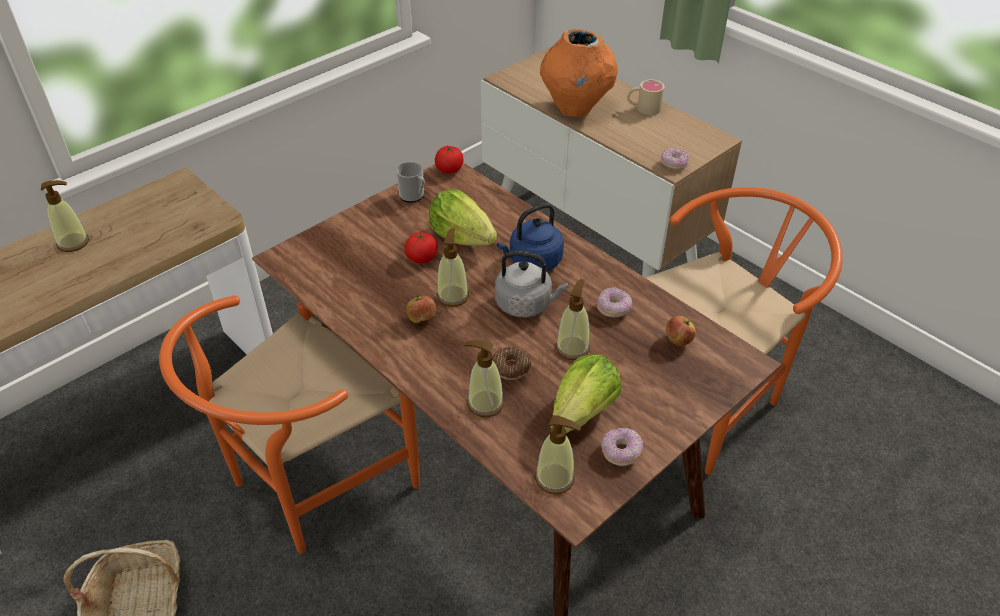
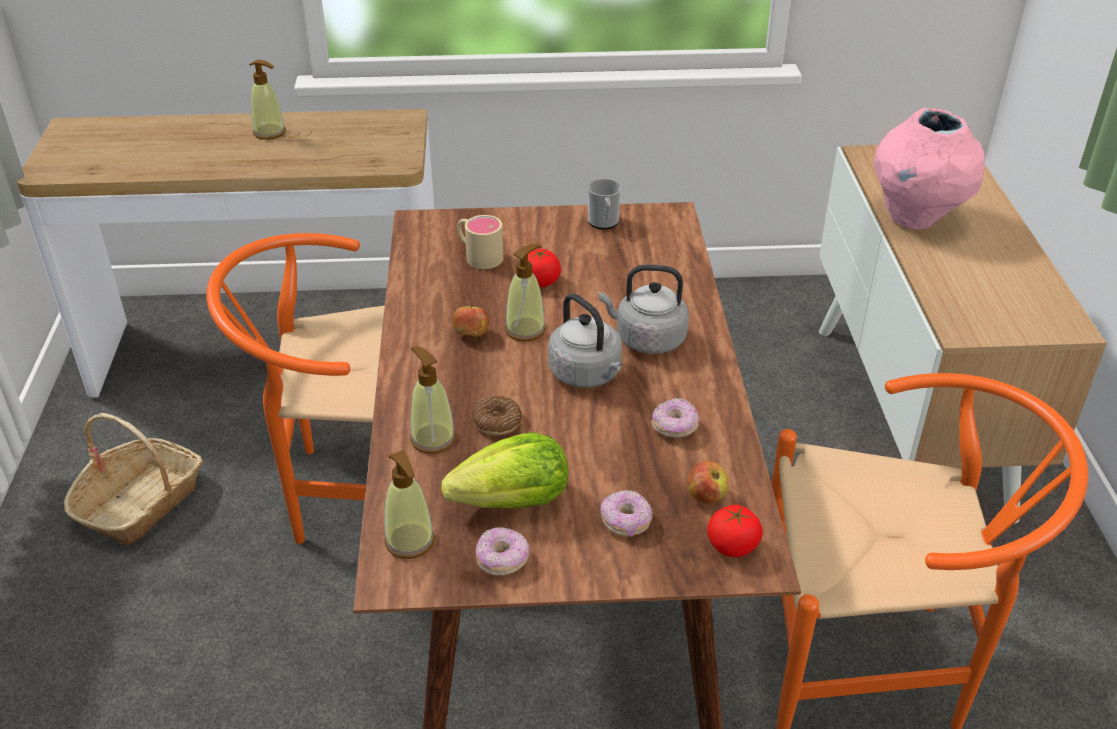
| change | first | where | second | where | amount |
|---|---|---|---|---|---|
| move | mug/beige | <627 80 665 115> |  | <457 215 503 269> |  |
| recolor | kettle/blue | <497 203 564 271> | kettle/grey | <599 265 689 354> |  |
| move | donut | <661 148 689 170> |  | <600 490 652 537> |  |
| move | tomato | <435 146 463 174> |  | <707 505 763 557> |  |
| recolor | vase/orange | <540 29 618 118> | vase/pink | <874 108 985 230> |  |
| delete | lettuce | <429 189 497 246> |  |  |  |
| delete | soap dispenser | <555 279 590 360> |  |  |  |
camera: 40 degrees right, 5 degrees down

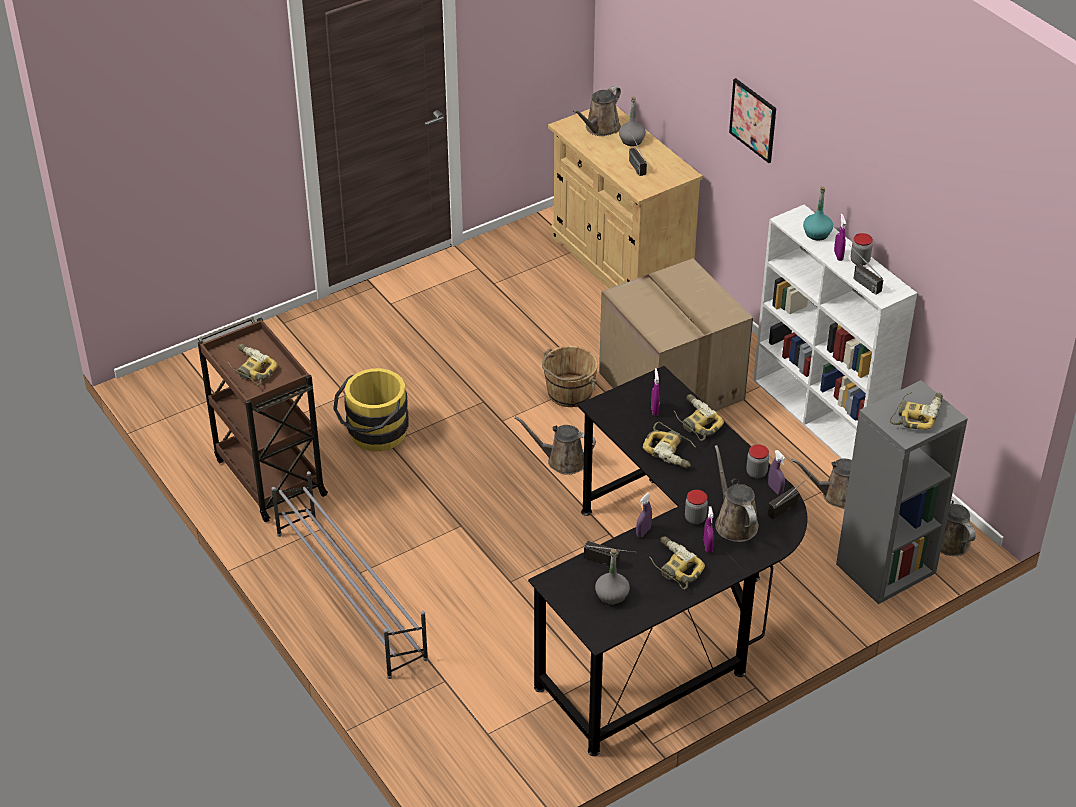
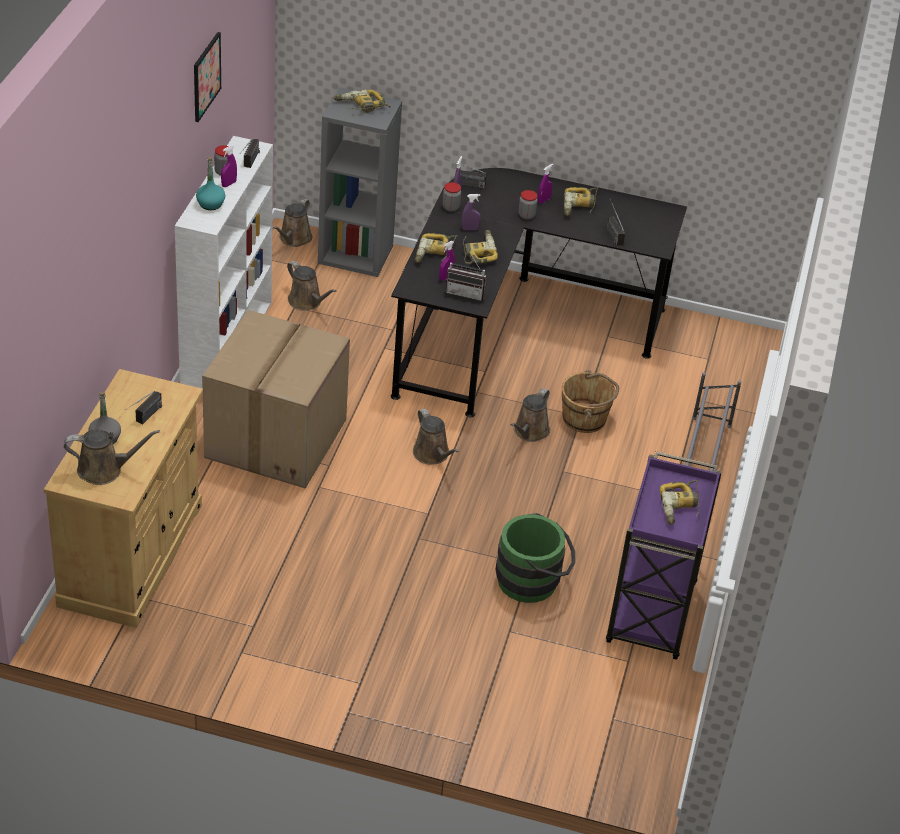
| change | first | where | second | where | amount |
|---|---|---|---|---|---|
| move | picture | <729 78 776 163> |  | <194 32 221 122> |  |
| insert |  |  | radio | <446 250 487 301> |  |
| move | spray bottle/purple | <636 493 652 538> |  | <461 194 481 230> |  |
| recolor | bucket/yellow | <333 368 409 451> | bucket/green | <495 513 575 603> |  |
| move | watering can/brown | <715 445 759 542> |  | <511 388 550 442> |  |
| move | bucket/brown | <542 346 598 407> |  | <562 370 619 433> |  |
| recolor | cart/brown | <198 316 328 522> | cart/purple | <606 451 722 660> |  |
| delete | bottle/grey | <595 549 630 605> |  |  |  |
camera: 135 degrees left, 0 degrees up

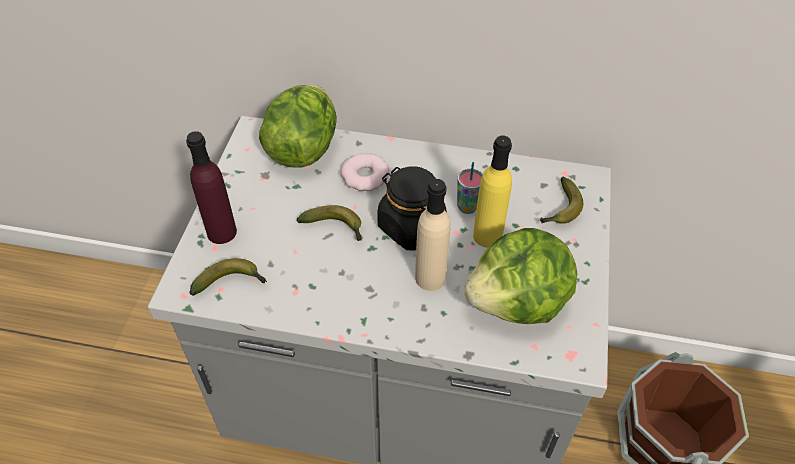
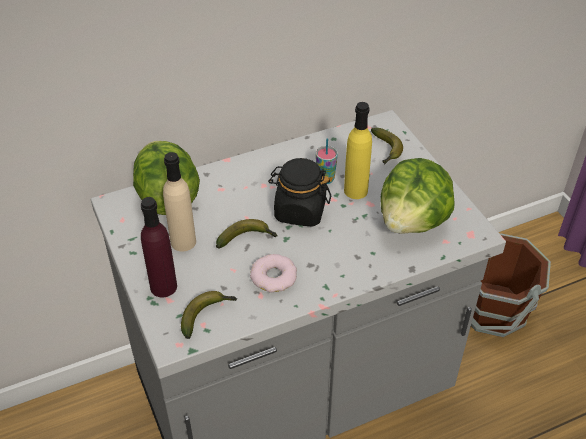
| change | first | where | second | where | amount |
|---|---|---|---|---|---|
| move | bottle/beige | <415 179 451 291> |  | <163 152 196 252> |  |
| move | donut | <341 153 389 191> |  | <250 254 297 293> |  |
camera: 35 degrees left, 5 degrees down

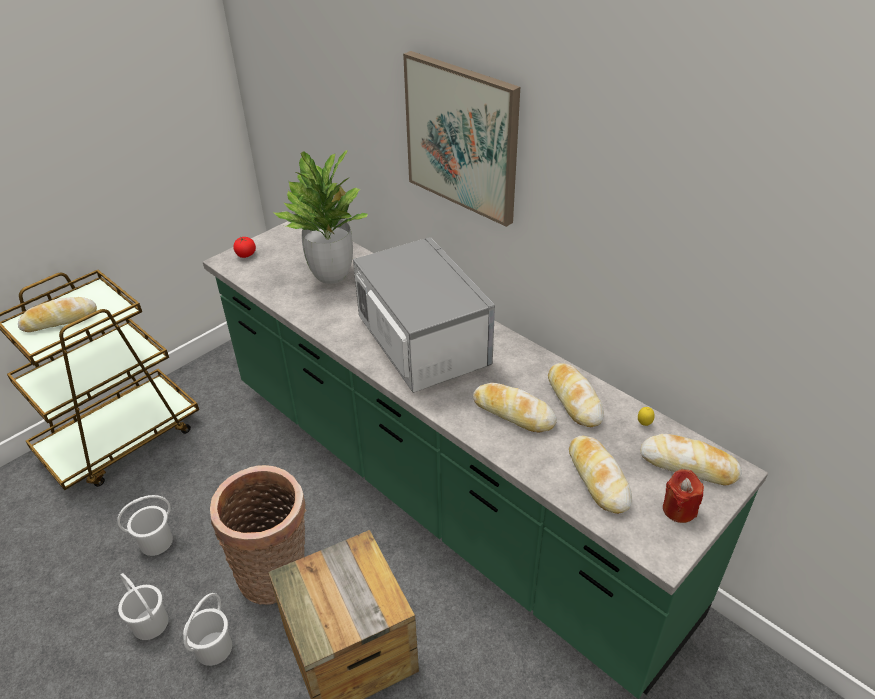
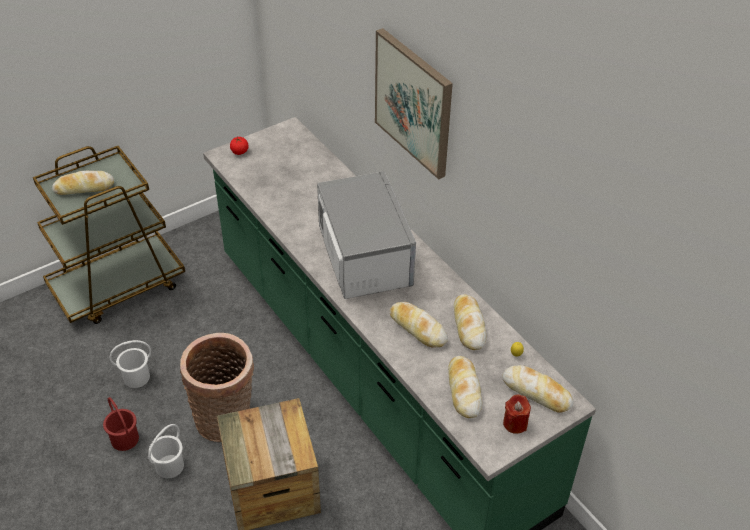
| change | first | where | second | where | amount |
|---|---|---|---|---|---|
| recolor | bucket/white | <118 573 169 640> | bucket/red | <103 397 139 451> |  |
| delete | potted plant | <273 150 368 284> |  |  |  |
camera: 10 degrees right, 5 degrees up

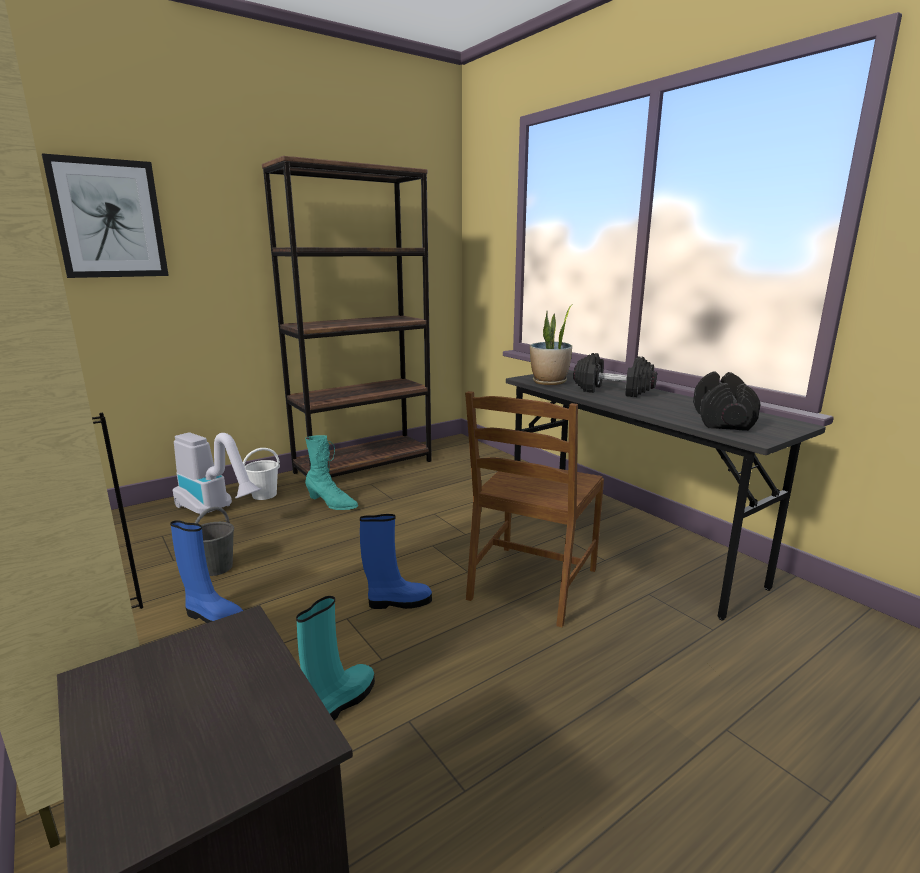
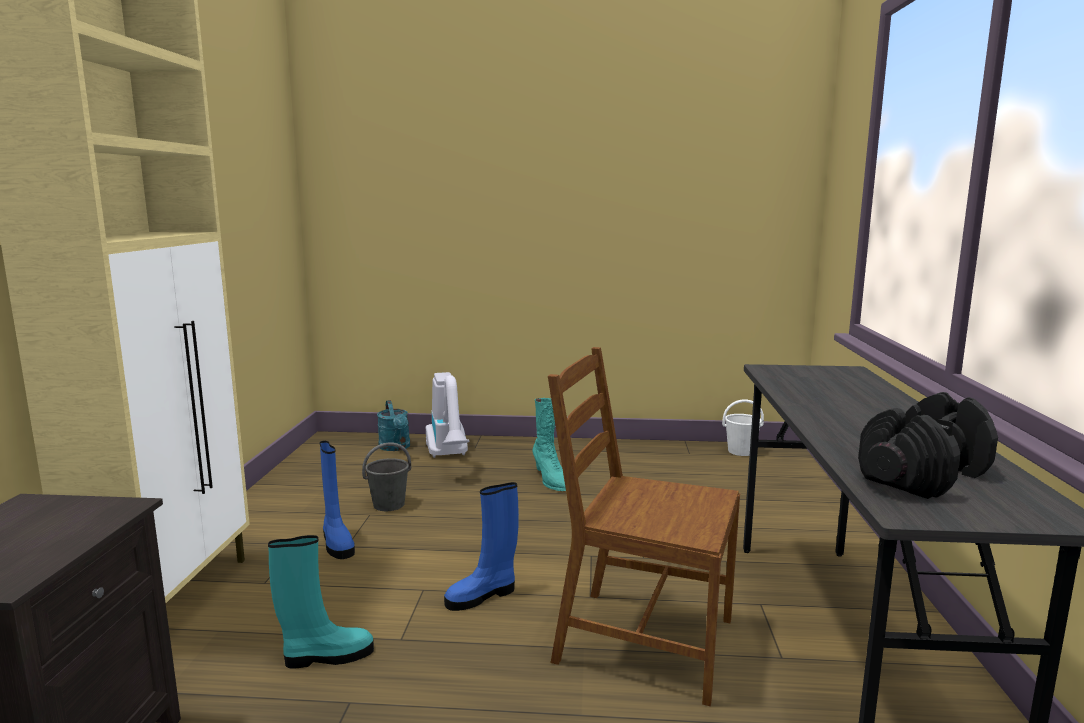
| change | first | where | second | where | amount |
|---|---|---|---|---|---|
| insert |  |  | watering can/turquoise | <377 400 410 451> |  |
| rotate | boot/blue | <360 514 432 609> |  | <444 482 519 611> | 120 degrees clockwise |
| rotate | chair/brown | <465 391 604 627> |  | <548 347 740 706> | 45 degrees clockwise |
| move | bucket/white | <243 448 280 500> |  | <722 399 764 456> |  |
| delete | picture | <42 153 169 278> |  |  |  |
| delete | bookcase/brown | <262 156 432 477> |  |  |  |
| delete | potted plant | <530 304 573 385> |  |  |  |
| delete | dumbbell/black | <573 353 657 397> |  |  |  |
camera: 40 degrees right, 5 degrees down

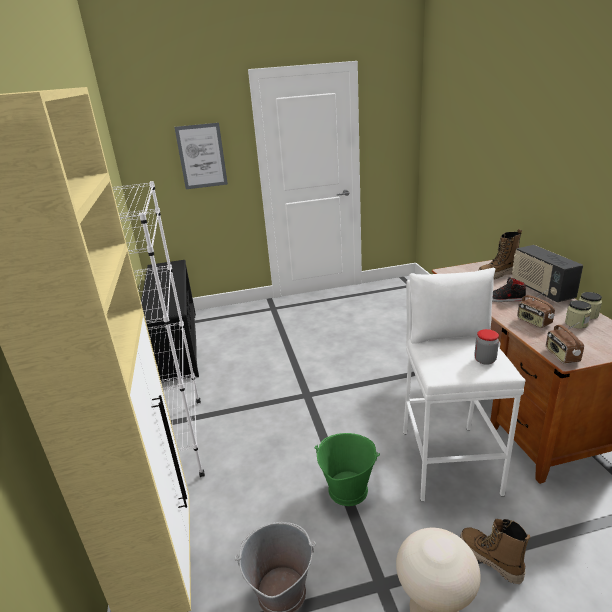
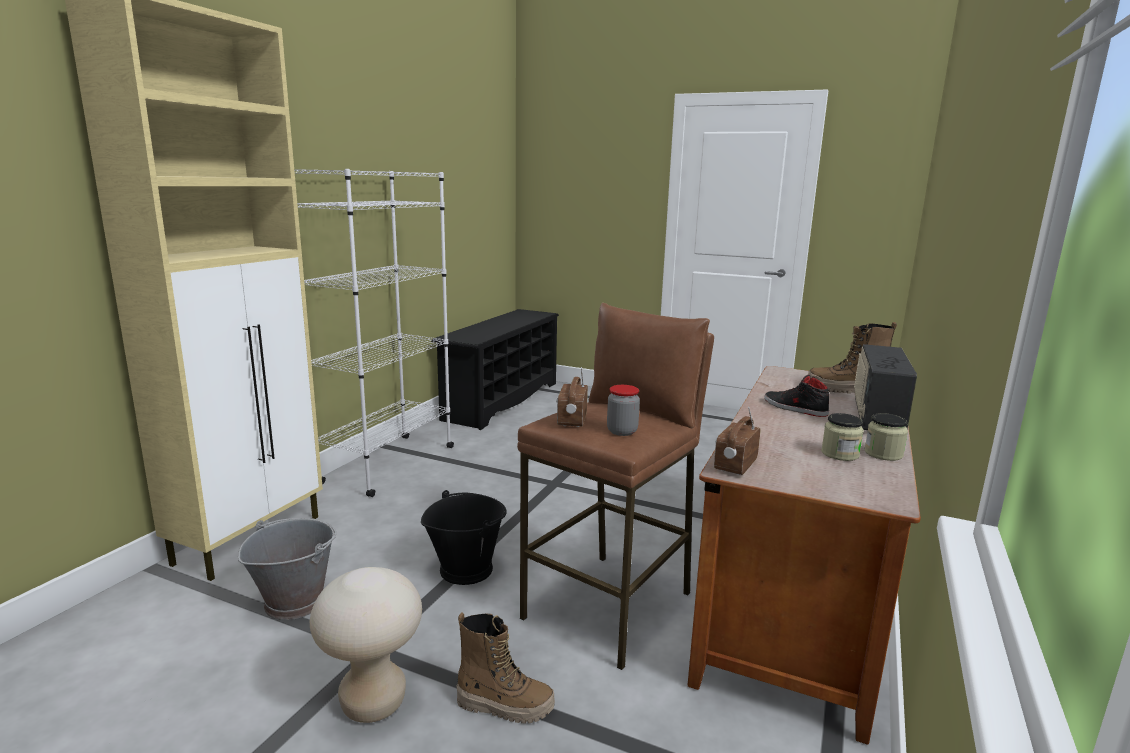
| change | first | where | second | where | amount |
|---|---|---|---|---|---|
| recolor | bucket/green | <315 433 380 506> | bucket/black | <421 490 507 585> |  |
| rotate | boot | <460 519 530 584> |  | <457 612 555 723> | 105 degrees clockwise |
| recolor | stool/white | <403 268 526 502> | stool/brown | <517 303 714 670> |  |
| move | radio | <517 290 555 328> |  | <556 367 588 427> |  |
| delete | picture | <175 123 228 189> |  |  |  |
camera: 35 degrees right, 10 degrees down

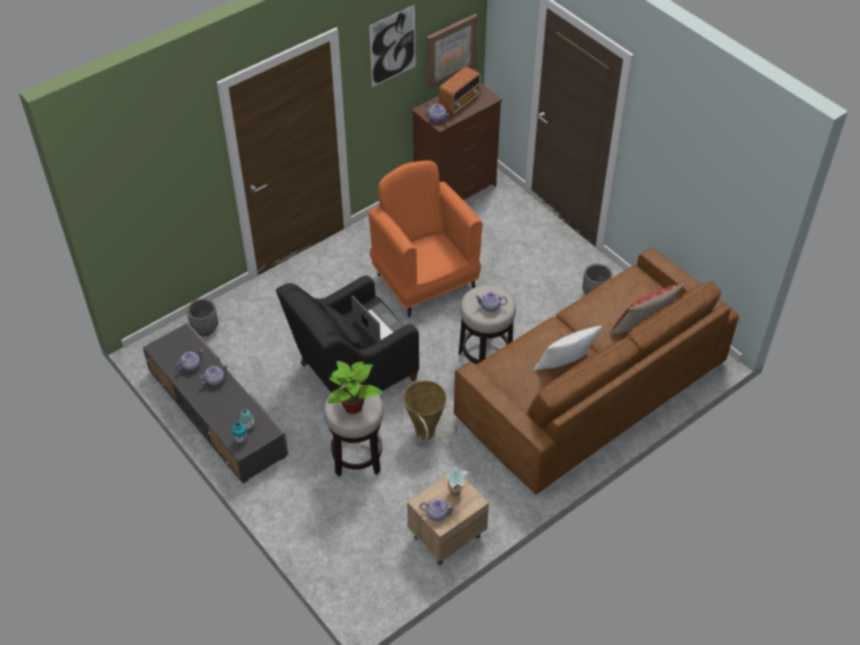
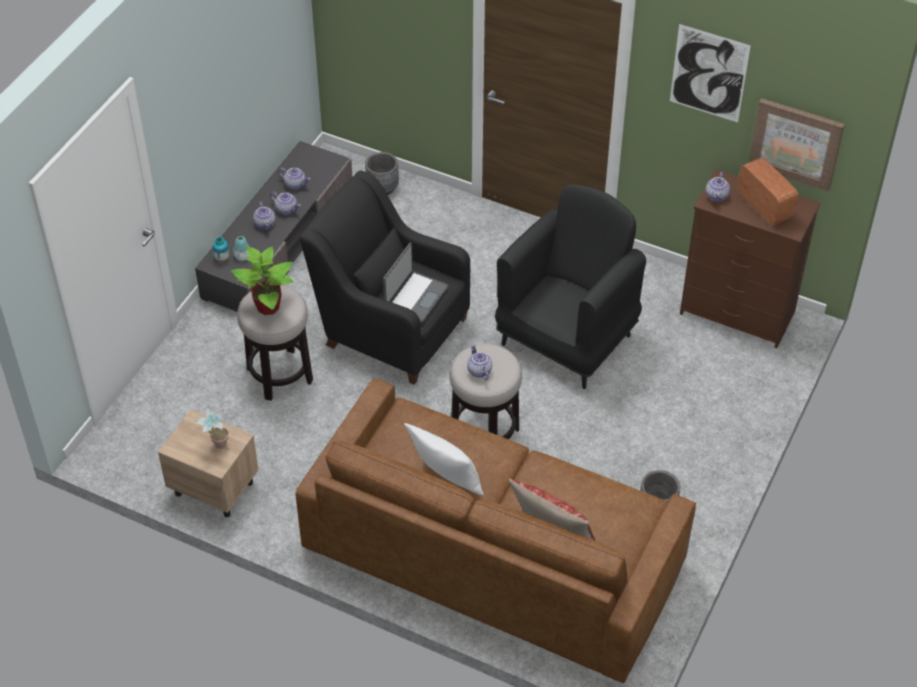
| change | first | where | second | where | amount |
|---|---|---|---|---|---|
| move | teapot | <420 499 456 521> |  | <253 202 276 230> |  |
| recolor | armchair/orange | <369 160 483 317> | armchair/black | <495 184 646 389> |  |
| rotate | radio | <439 66 481 114> |  | <737 157 798 226> | 135 degrees counterclockwise |
| delete | basket | <403 380 457 447> |  |  |  |
camera: 65 degrees right, 0 degrees up

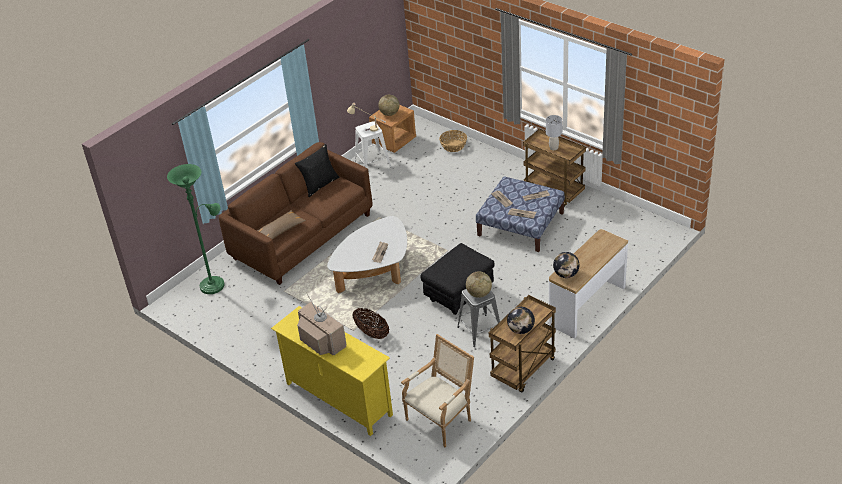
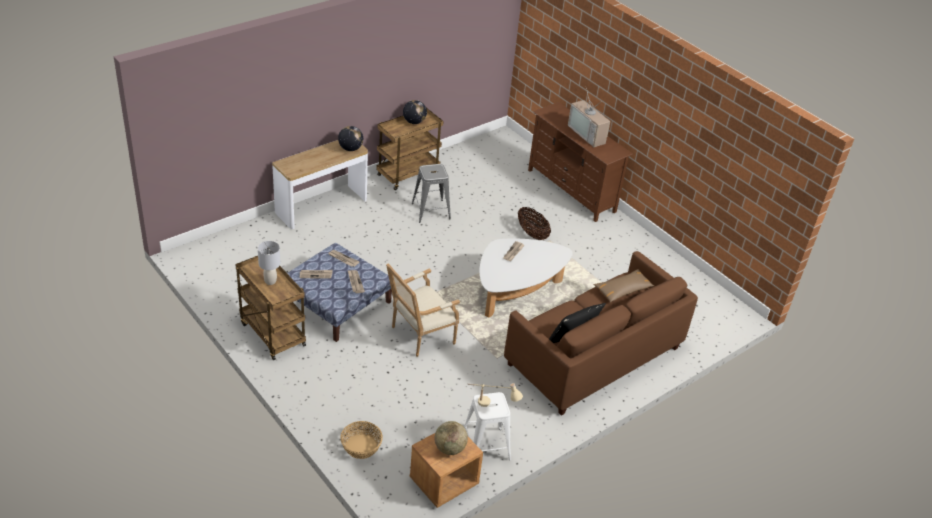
| change | first | where | second | where | amount |
|---|---|---|---|---|---|
| move | armchair | <401 334 474 447> |  | <386 263 460 357> |  |
| recolor | tv stand/yellow | <271 306 393 436> | tv stand/brown | <528 102 633 222> |  |
| delete | floor lamp/green | <167 164 225 294> |  |  |  |
| delete | ottoman/black | <420 243 495 315> |  |  |  |
| delete | globe | <466 271 492 298> |  |  |  |
camera: 175 degrees left, 0 degrees up

